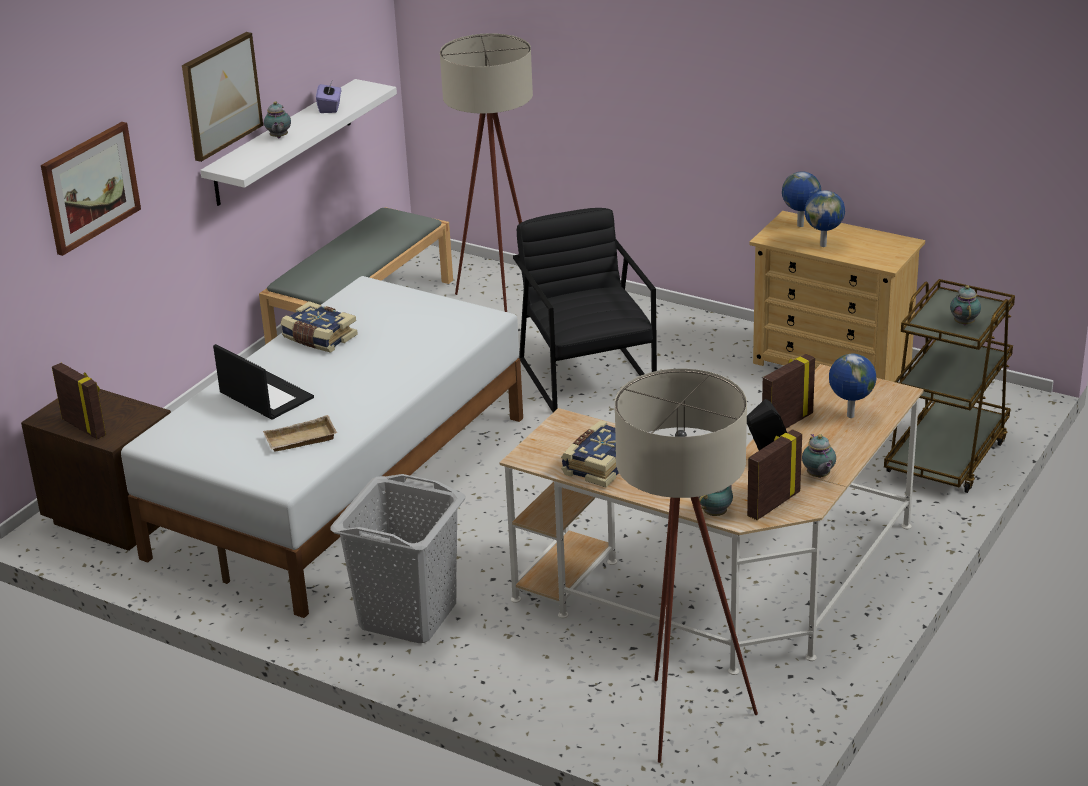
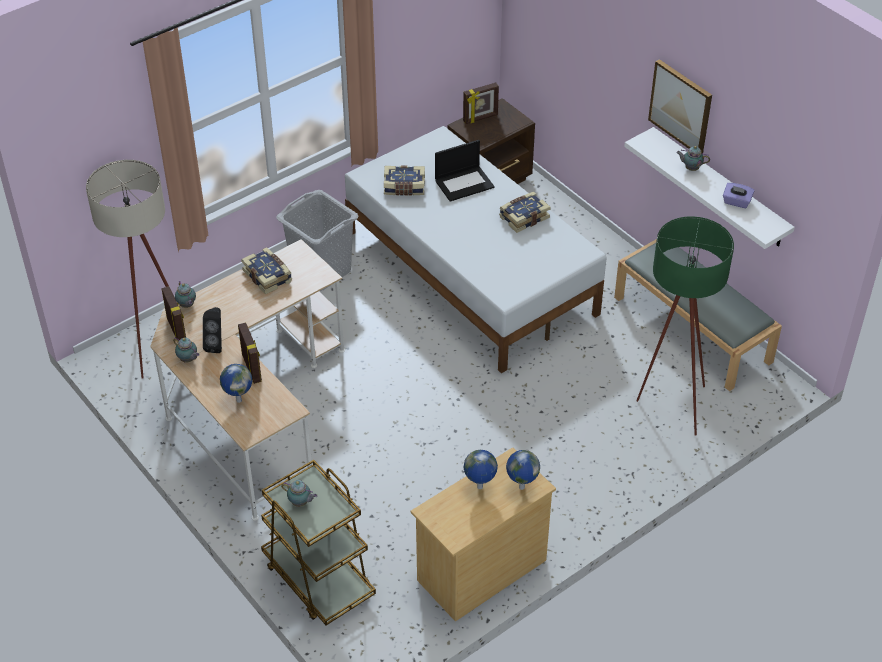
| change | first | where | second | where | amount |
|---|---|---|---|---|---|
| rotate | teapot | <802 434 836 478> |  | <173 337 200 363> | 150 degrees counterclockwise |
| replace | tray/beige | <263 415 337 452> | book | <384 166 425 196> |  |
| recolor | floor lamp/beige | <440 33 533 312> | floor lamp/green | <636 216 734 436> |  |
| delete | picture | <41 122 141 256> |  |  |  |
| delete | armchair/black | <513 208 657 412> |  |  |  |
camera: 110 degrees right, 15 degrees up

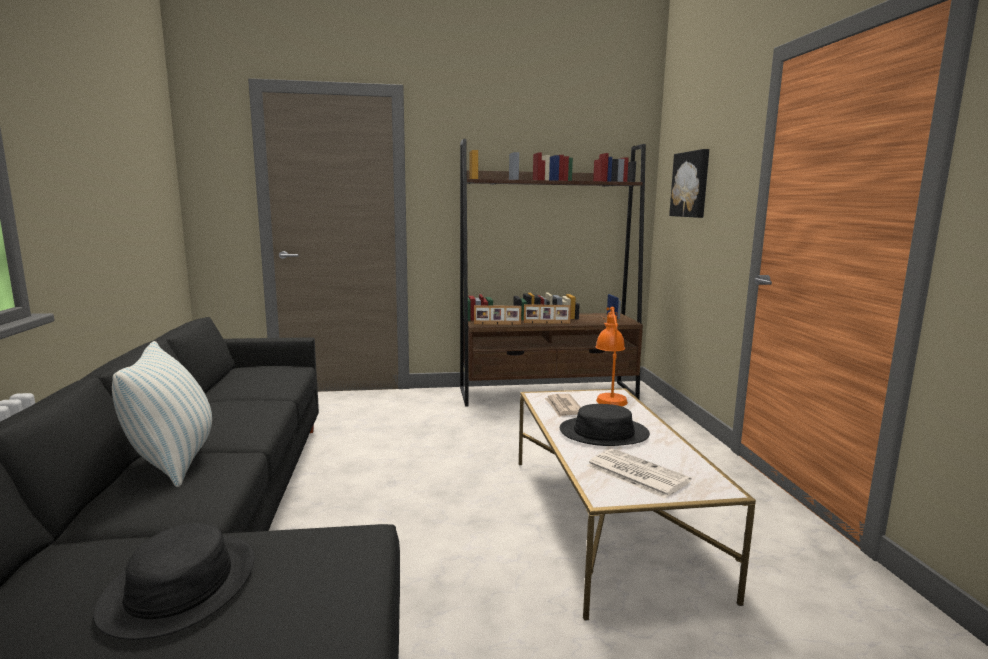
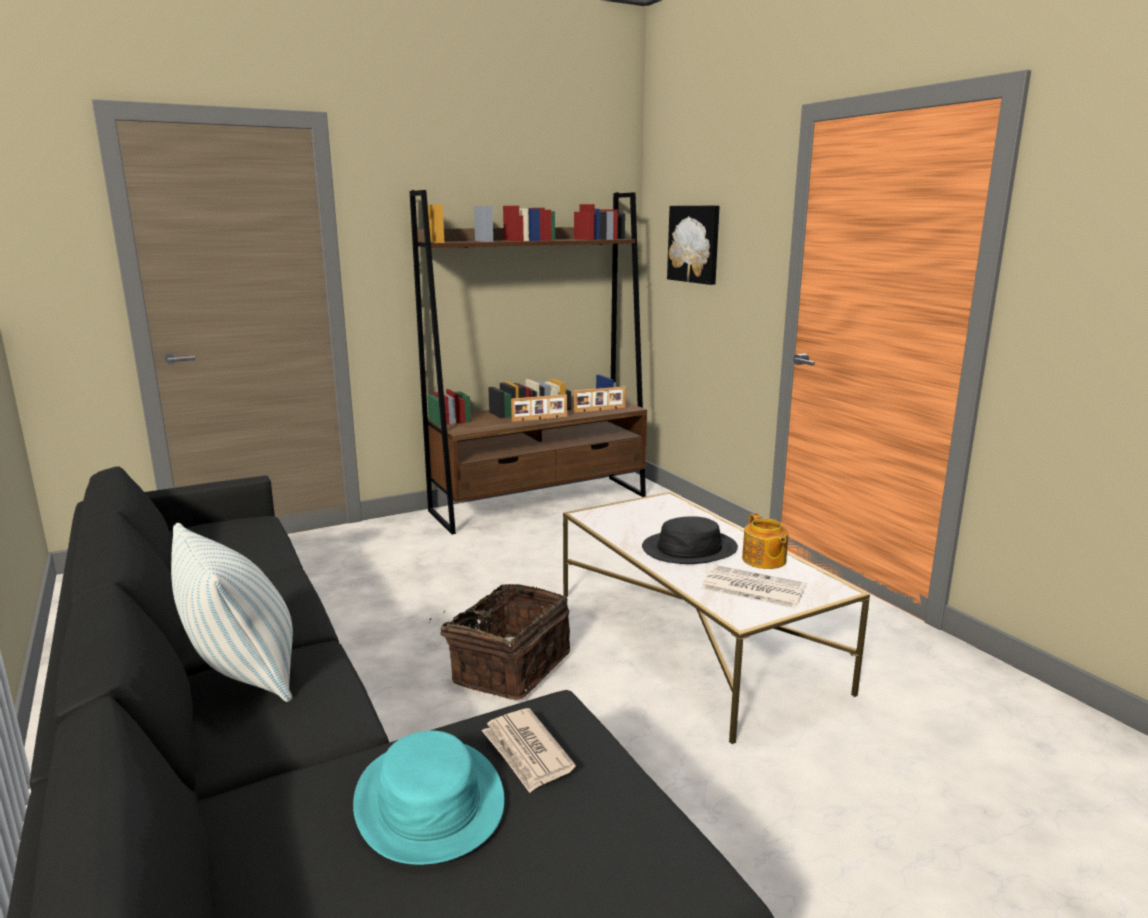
| change | first | where | second | where | amount |
|---|---|---|---|---|---|
| recolor | hat/black | <93 523 254 640> | hat/turquoise | <353 731 505 865> |  |
| insert |  |  | basket | <430 584 570 700> |  |
| move | newspaper | <545 394 581 418> |  | <481 708 576 793> |  |
| move | picture frame | <474 305 521 325> |  | <574 386 626 413> |  |
| insert |  |  | teapot | <742 513 788 569> |  |
| delete | table lamp/orange | <595 307 628 406> |  |  |  |
camera: 20 degrees left, 5 degrees up

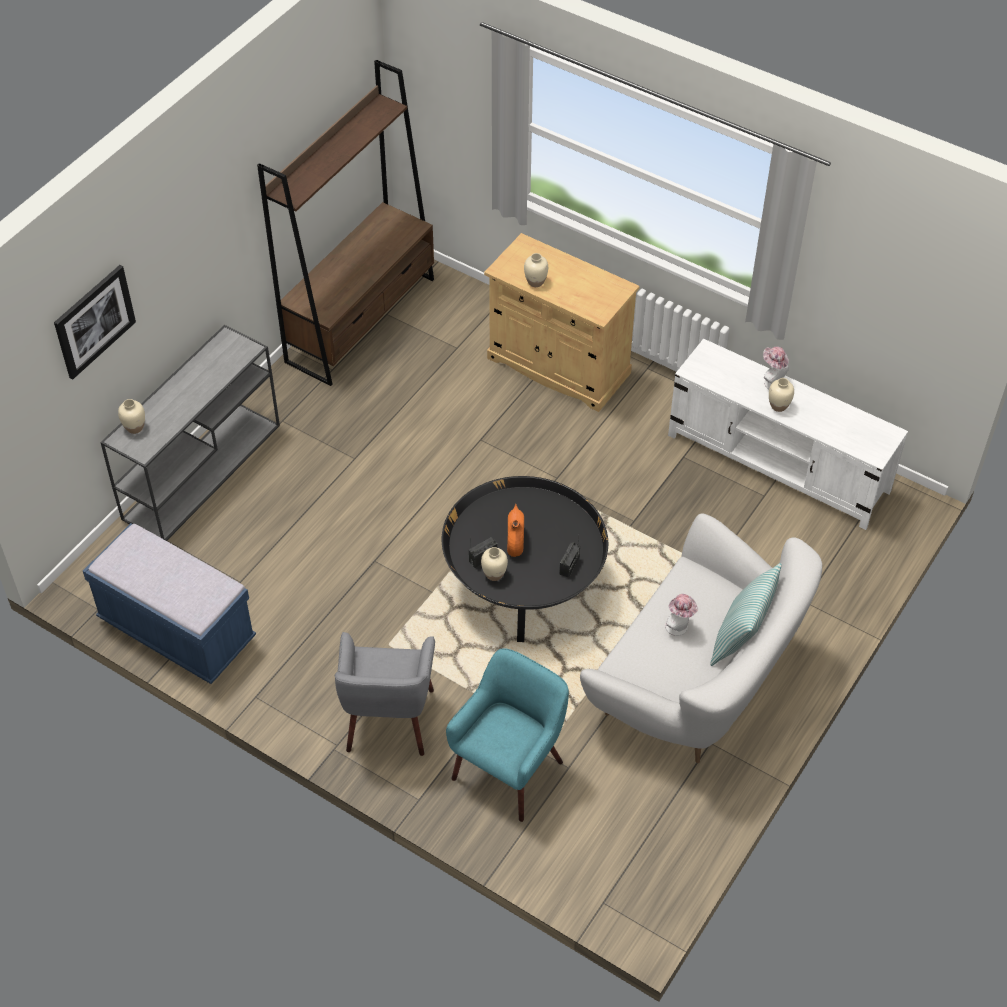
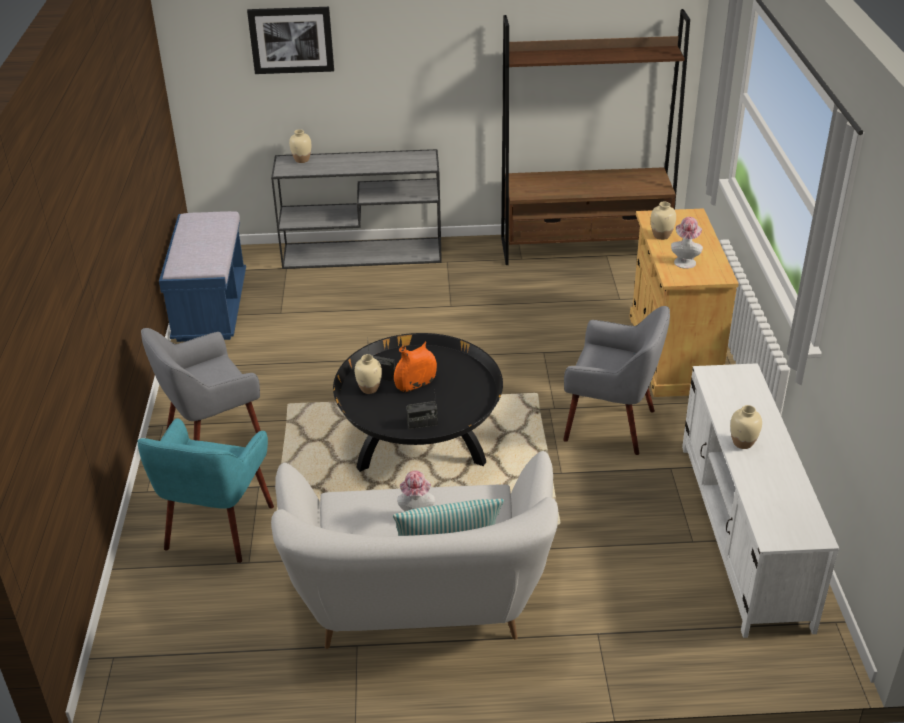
| change | first | where | second | where | amount |
|---|---|---|---|---|---|
| rotate | armchair/turquoise | <446 648 569 822> |  | <138 418 274 563> | 105 degrees clockwise |
| insert |  |  | armchair/grey | <563 306 670 455> |  |
| move | hat | <763 347 789 389> |  | <671 217 703 269> |  |
camera: 55 degrees right, 15 degrees down

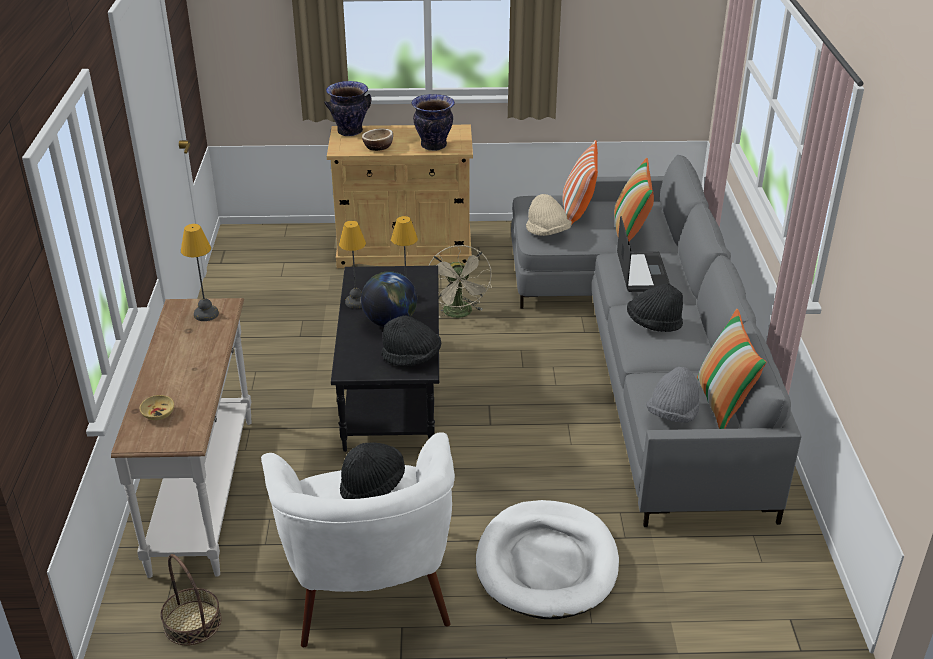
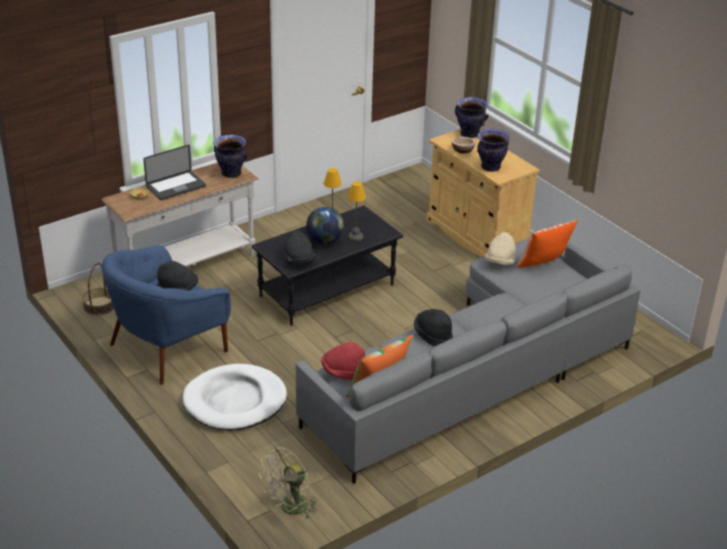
| change | first | where | second | where | amount |
|---|---|---|---|---|---|
| recolor | armchair/white | <261 432 455 647> | armchair/blue | <101 245 231 385> |  |
| move | laptop | <617 216 670 292> |  | <143 145 206 200> |  |
| replace | table lamp | <181 224 219 321> | vase | <213 135 247 178> |  |
| move | fan/beige | <429 245 492 318> |  | <259 447 317 520> |  |
| recolor | hat/grey | <647 367 700 423> | hat/red | <321 342 365 379> |  |
| delete | pillow | <614 158 654 241> |  |  |  |
camera: 55 degrees right, 0 degrees up

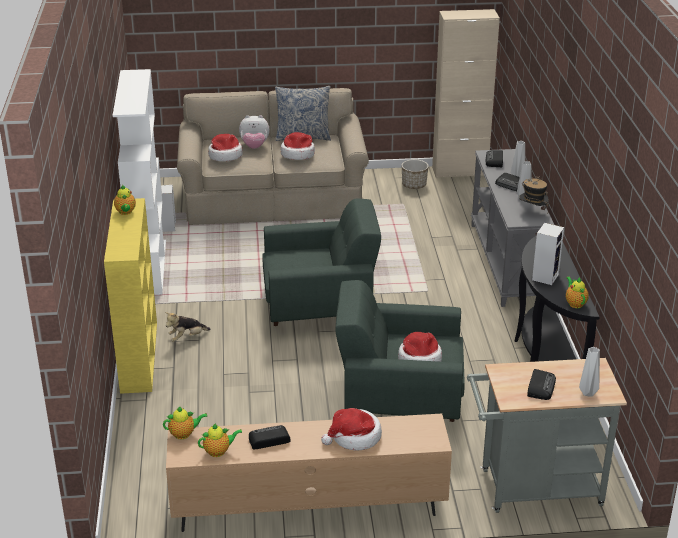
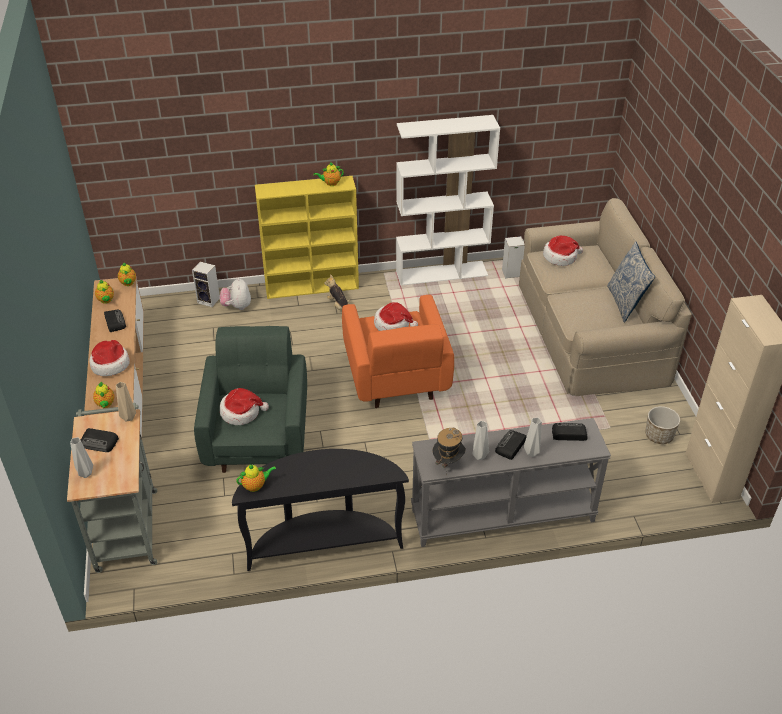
| change | first | where | second | where | amount |
|---|---|---|---|---|---|
| insert |  |  | teapot | <93 382 115 408> |  |
| insert |  |  | vase/beige | <116 382 136 421> |  |
| move | speaker | <532 223 564 285> |  | <192 261 220 307> |  |
| move | plush toy | <239 115 270 149> |  | <220 277 251 310> |  |
| recolor | armchair/green | <262 198 381 326> | armchair/orange | <342 295 454 408> |  |
| move | hat | <281 132 315 160> |  | <374 302 418 331> |  |
camera: 85 degrees right, 10 degrees up

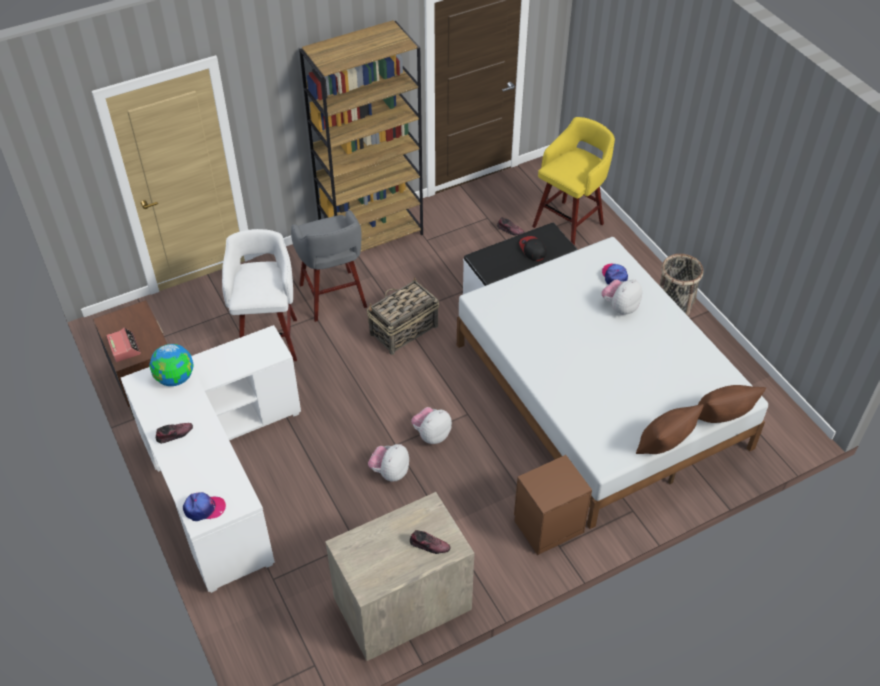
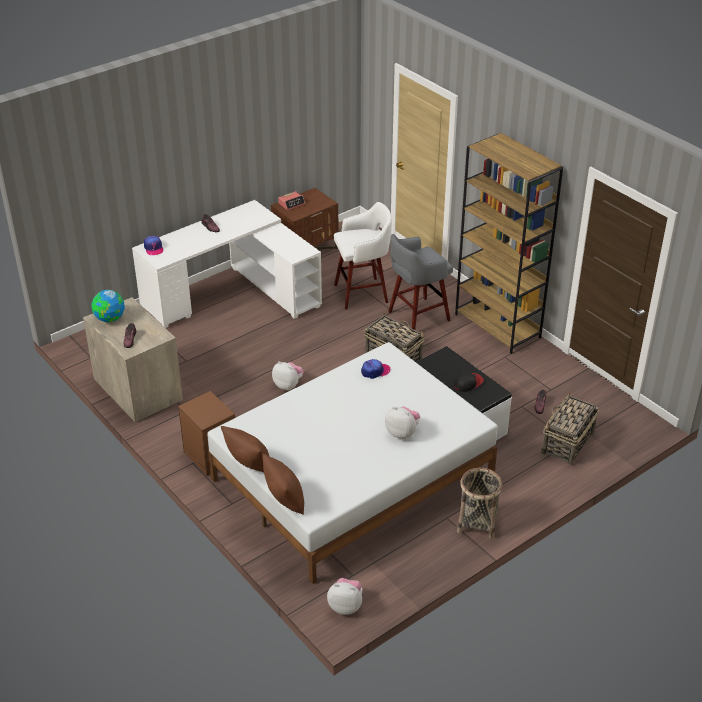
| change | first | where | second | where | amount |
|---|---|---|---|---|---|
| move | globe | <150 344 193 386> |  | <91 290 125 322> |  |
| move | plush toy | <368 444 409 482> |  | <327 578 363 615> |  |
| move | cap | <602 264 628 285> |  | <361 359 390 379> |  |
| replace | stool/yellow | <532 117 615 246> | basket | <541 392 599 465> |  |
camera: 80 degrees right, 10 degrees down

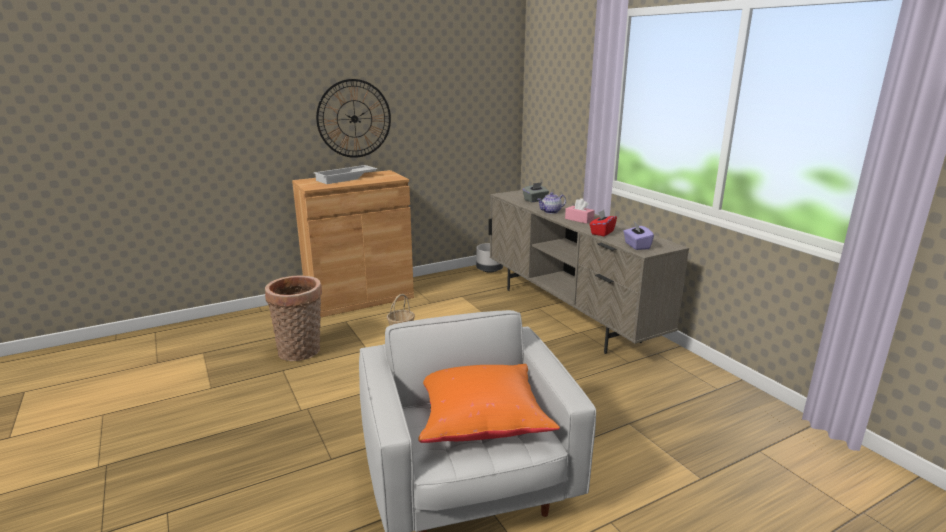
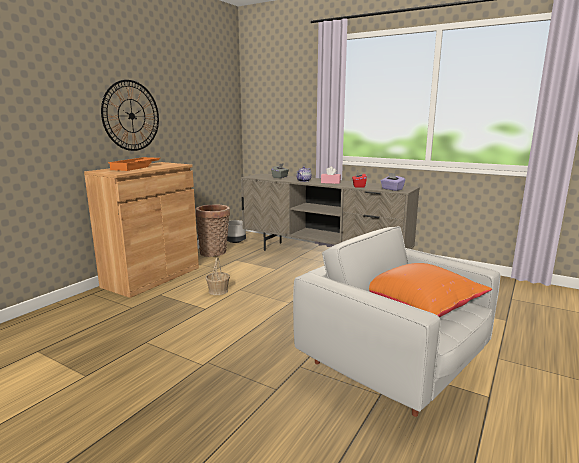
| change | first | where | second | where | amount |
|---|---|---|---|---|---|
| recolor | tray/white | <314 165 378 184> | tray/orange | <108 157 161 171> |  |
| move | basket | <265 275 322 361> |  | <196 204 230 257> |  |
camera: 30 degrees left, 5 degrees down

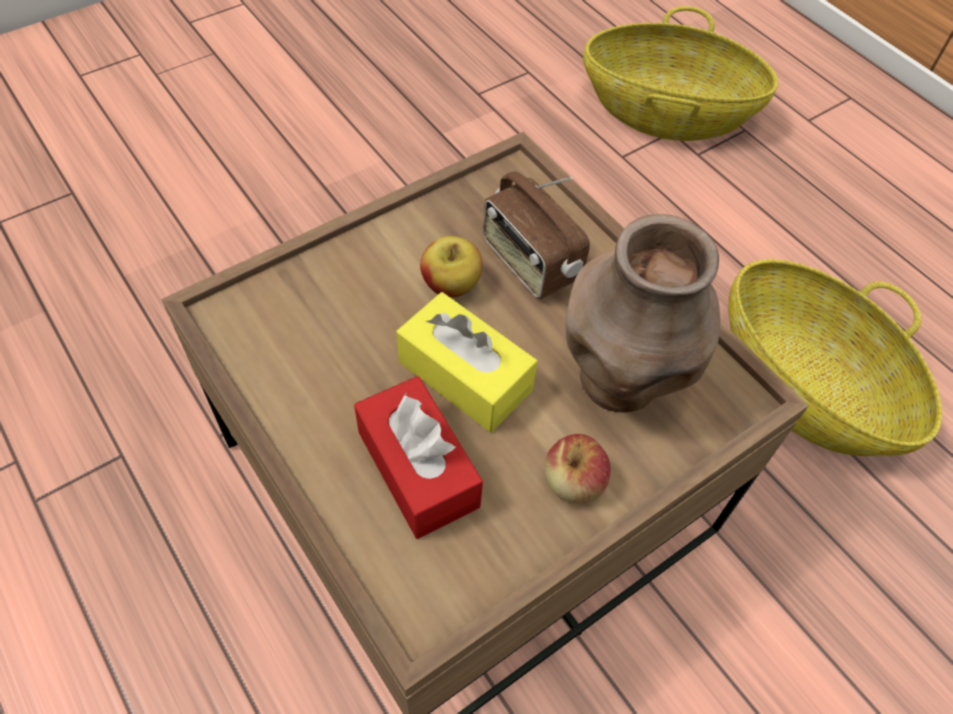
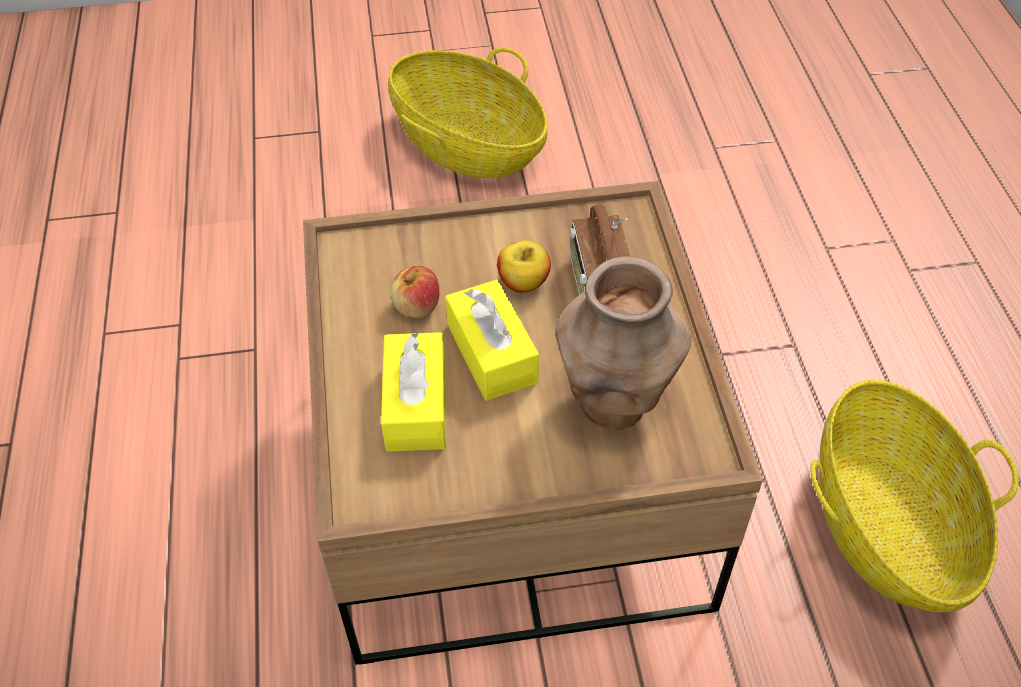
| change | first | where | second | where | amount |
|---|---|---|---|---|---|
| recolor | tissue box/red | <354 376 483 539> | tissue box/yellow | <381 332 446 452> |  |
| move | basket | <583 6 778 141> |  | <388 47 548 178> |  |
| move | apple | <544 434 611 504> |  | <390 266 439 318> |  |
camera: 30 degrees right, 5 degrees down

